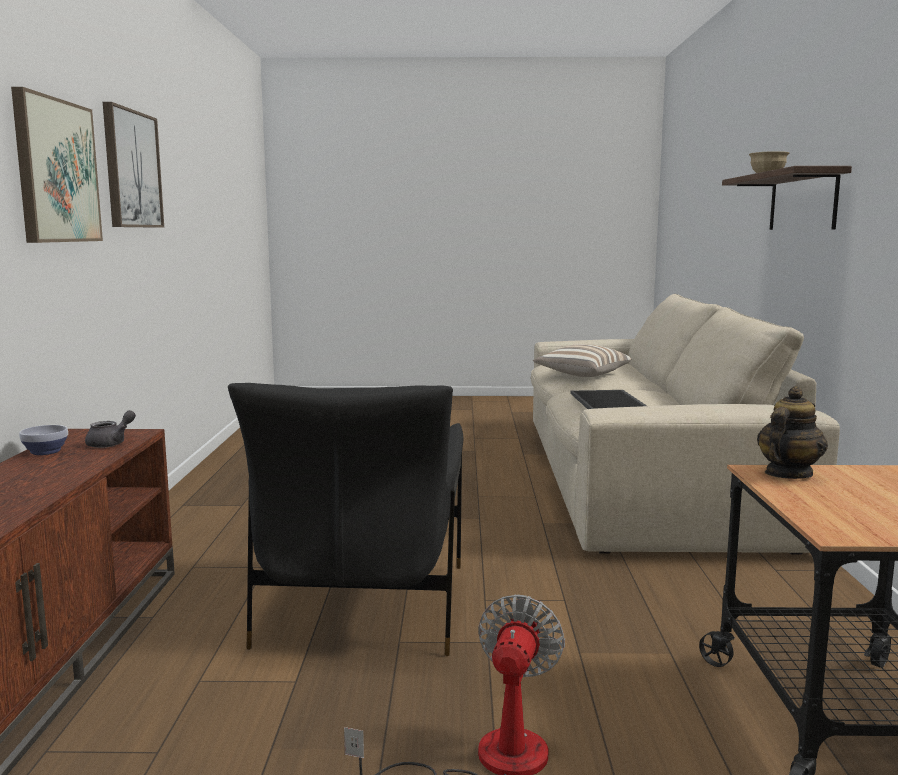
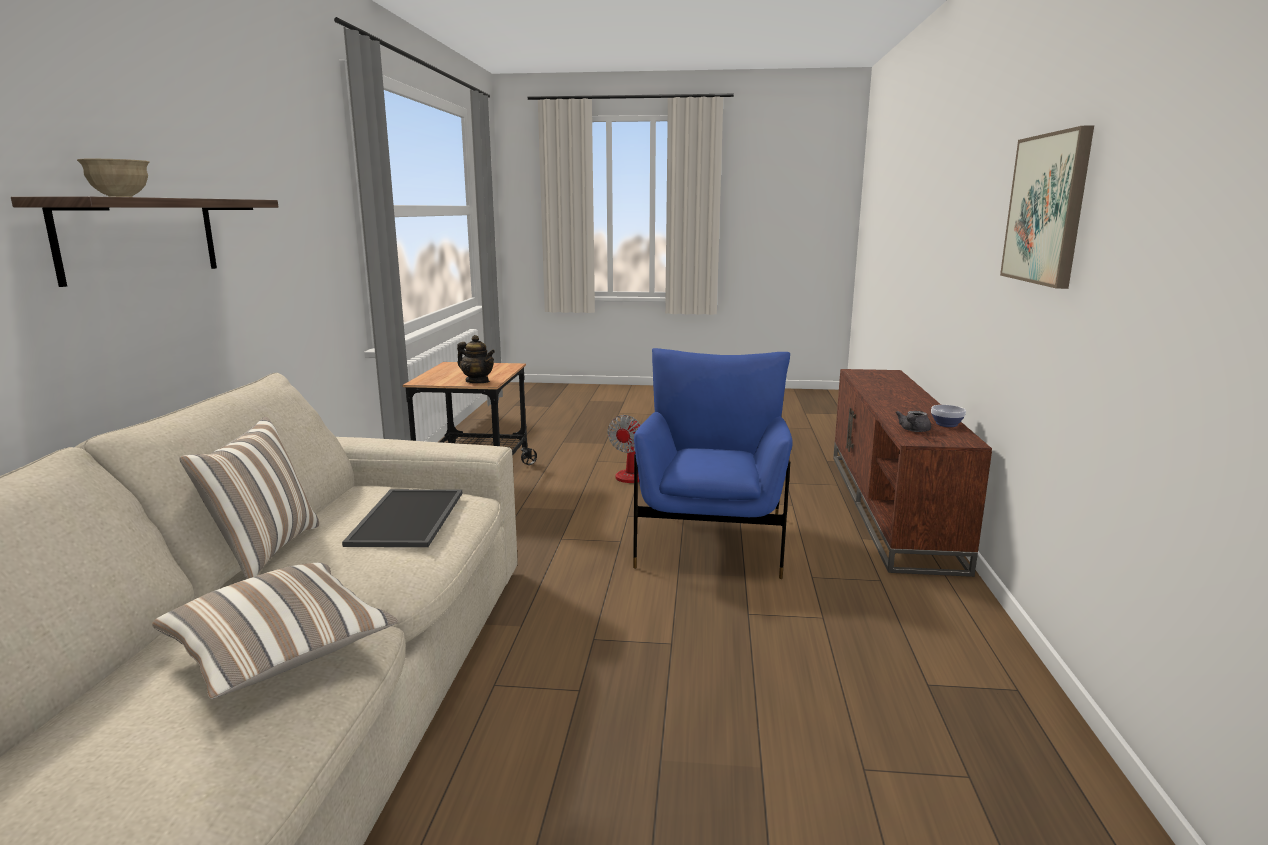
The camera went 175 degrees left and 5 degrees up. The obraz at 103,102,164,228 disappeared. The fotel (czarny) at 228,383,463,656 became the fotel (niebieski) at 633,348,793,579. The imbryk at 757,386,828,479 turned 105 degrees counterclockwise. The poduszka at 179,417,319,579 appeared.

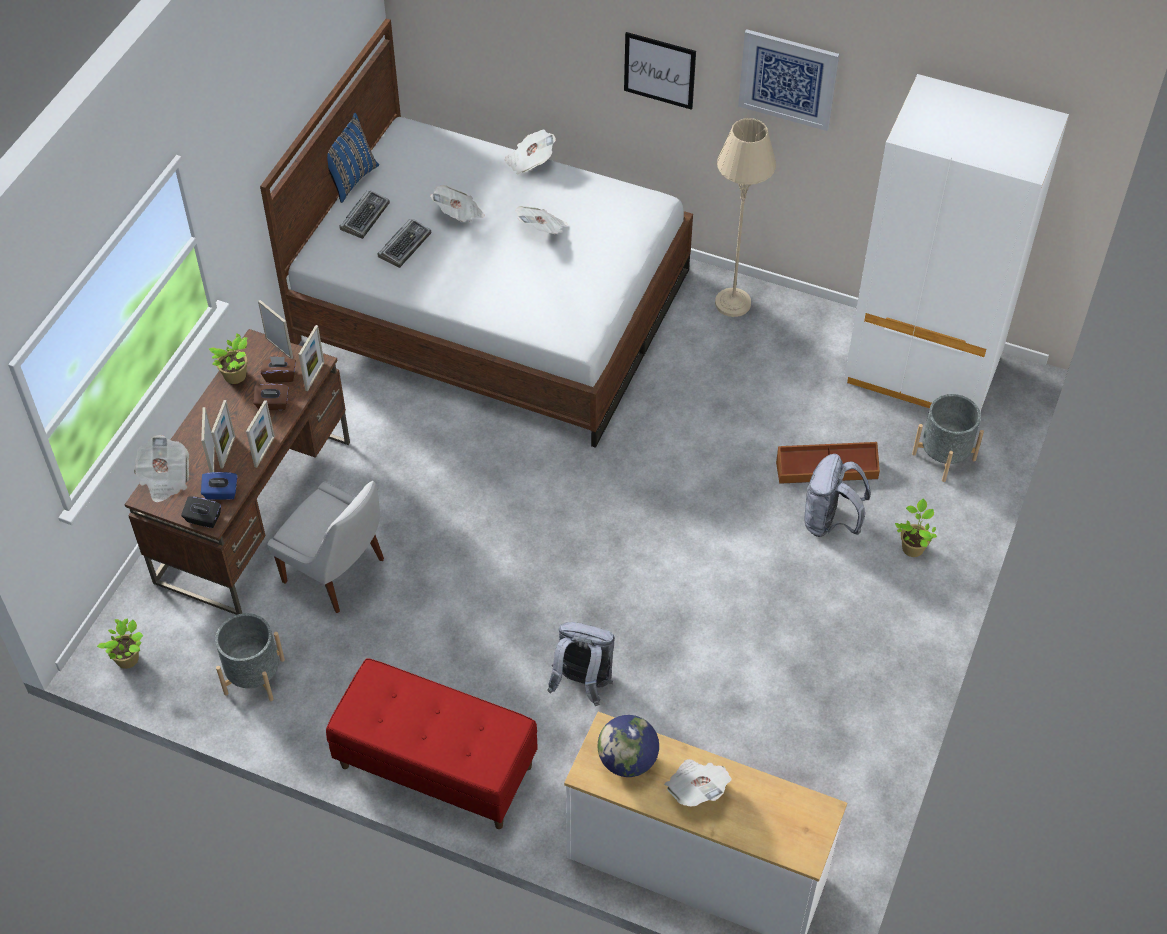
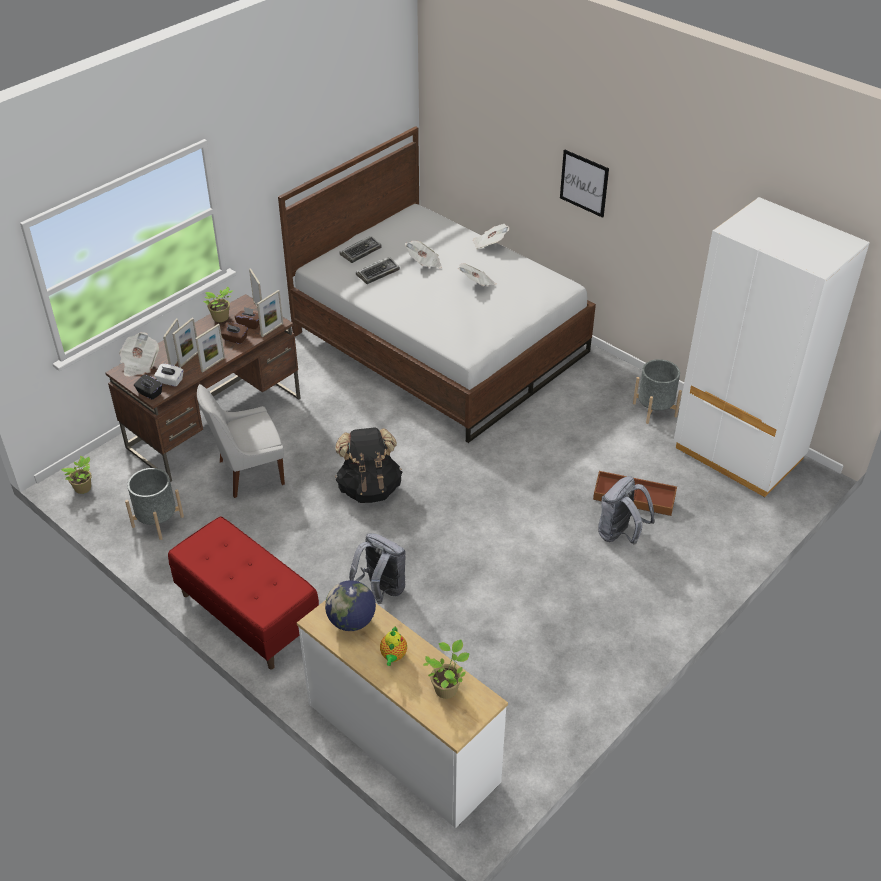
The camera went 20 degrees right and 10 degrees down. The obraz at 738,29,839,131 disappeared. The poduszka (niebieski) at 327,113,379,203 disappeared. The lampa stojąca (beżowy) at 715,118,776,317 disappeared. The donica (szary) moved from 912,394,984,482 to 633,359,682,424. The pudełko chusteczek (niebieski) at 201,472,237,500 became the pudełko chusteczek (biały) at 154,364,183,387. The krzesło (biały) at 267,481,384,613 turned 105 degrees clockwise. The roślina doniczkowa moved from 895,498,937,557 to 423,639,470,699. The gazeta at 664,759,732,806 was replaced by the imbryk at 380,626,407,666. The plecak (czarny) at 335,427,402,503 appeared.

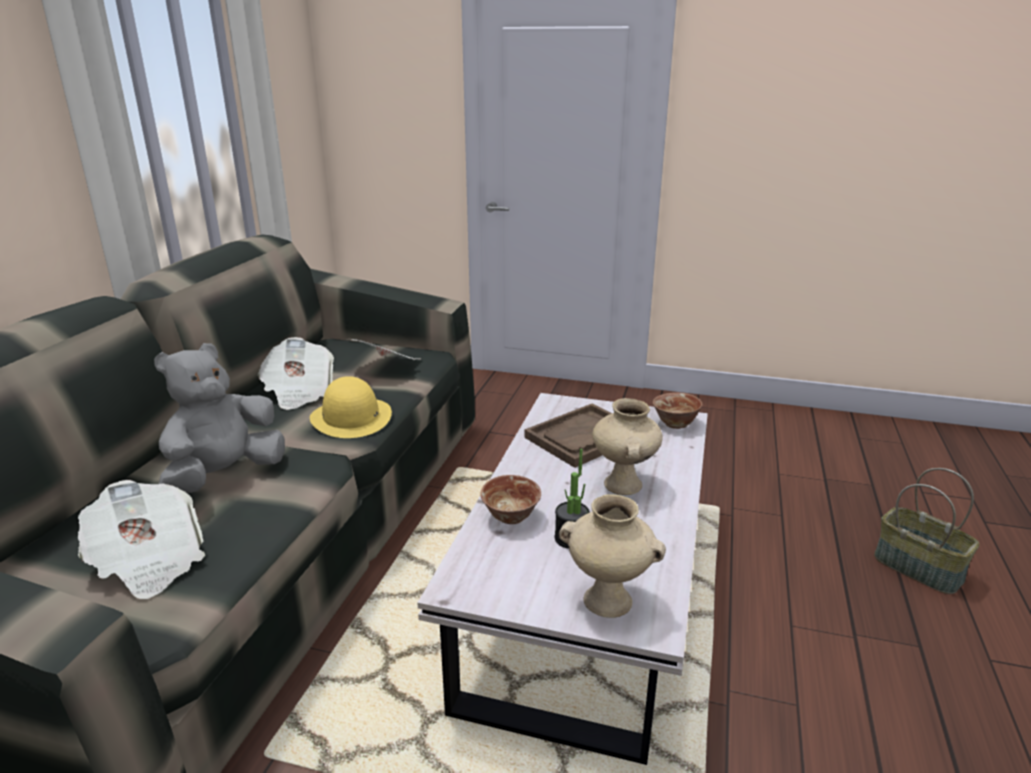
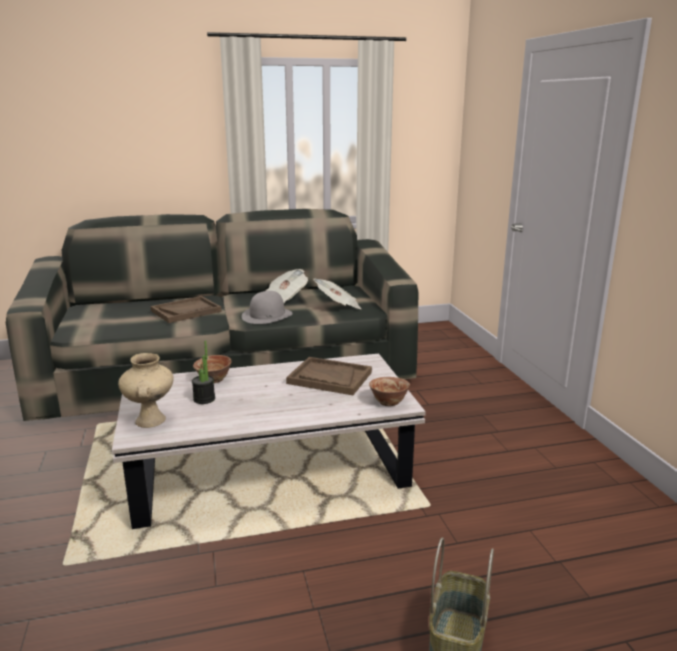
The camera went 60 degrees right and 5 degrees down. The pluszak (szary) at 154,343,285,493 was replaced by the taca (brązowy) at 150,296,222,323. The kapelusz (żółty) at 310,376,392,438 became the kapelusz (szary) at 242,291,293,324. The wazon (beżowy) at 593,398,663,495 disappeared. The gazeta at 78,480,205,599 disappeared.

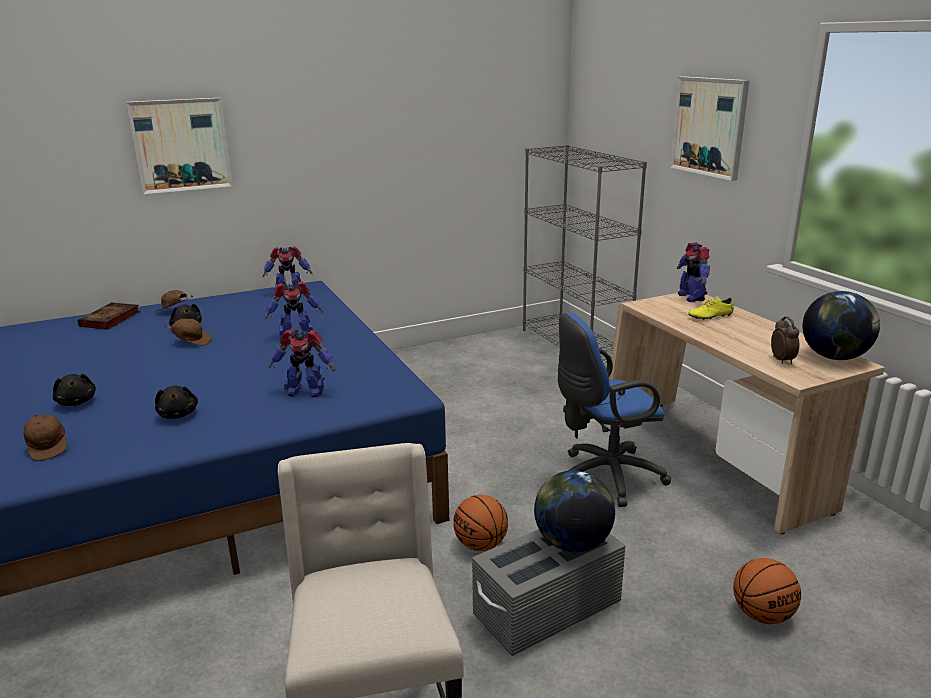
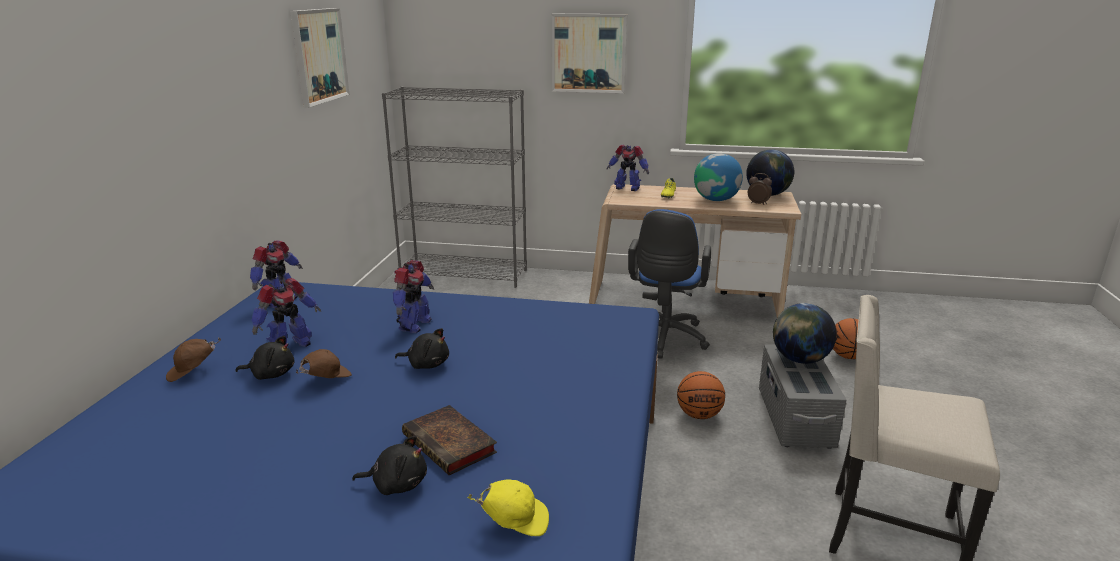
The camera went 55 degrees left and 0 degrees up. The obraz moved from 126,98,233,194 to 290,8,350,107. The książka moved from 78,302,140,330 to 402,405,497,475. The robot zabawkowy moved from 269,329,335,397 to 251,278,321,347. The pluszak (czarny) moved from 155,386,198,419 to 395,328,449,369. The czapka z daszkiem (brązowy) at 24,413,67,461 became the czapka z daszkiem (żółty) at 467,479,549,536. The globus at 694,153,743,201 appeared.

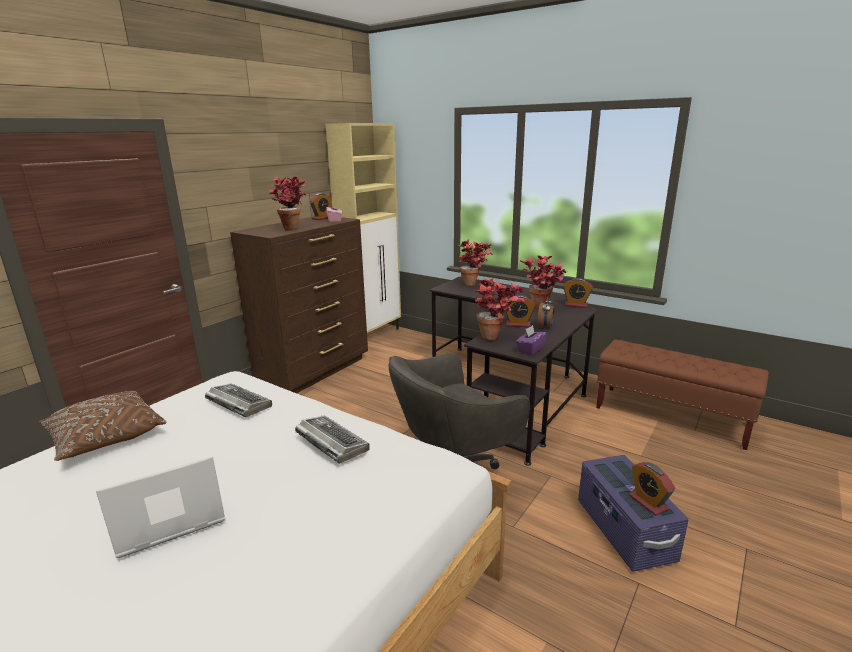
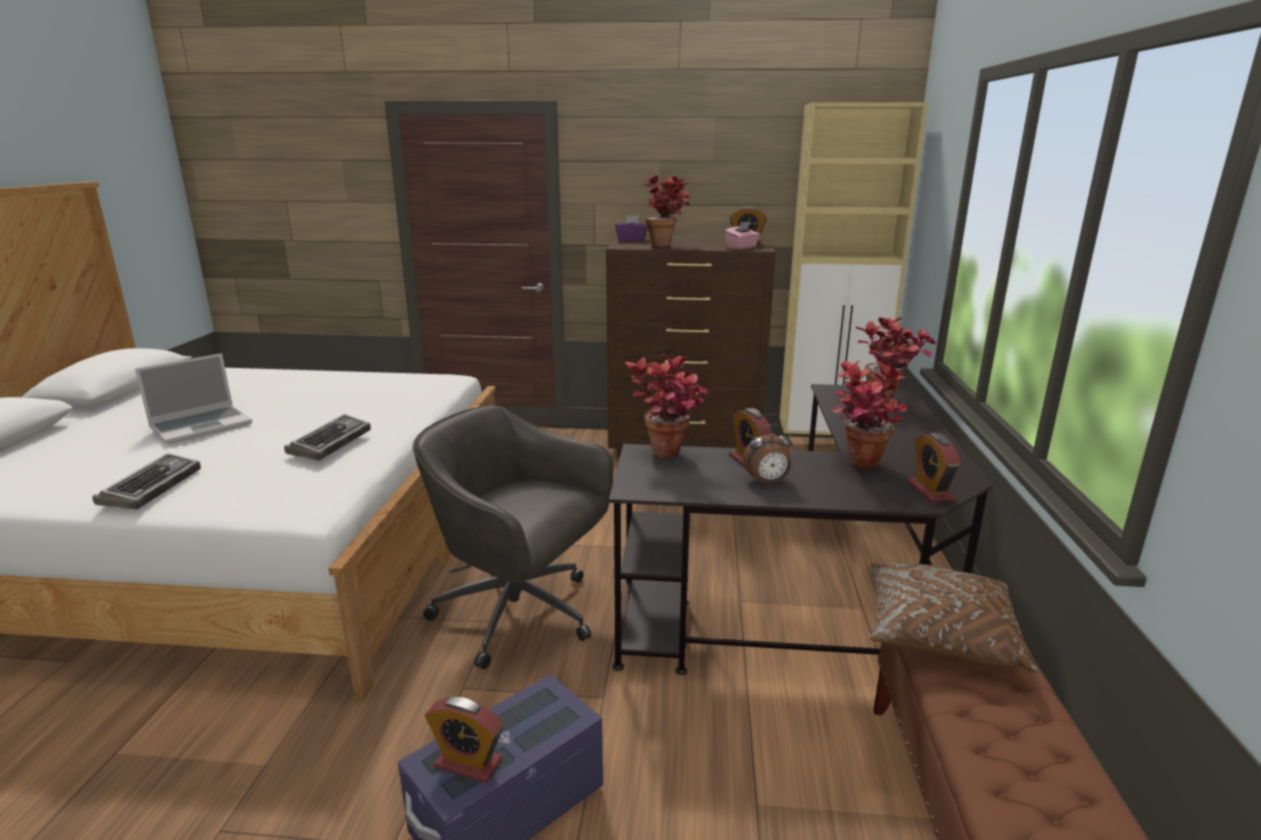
The camera went 60 degrees right and 0 degrees up. The pudełko chusteczek (fioletowy) moved from 516,325,547,355 to 615,215,648,241. The klawiatura moved from 205,384,272,417 to 92,453,201,510. The poduszka (brązowy) moved from 38,391,167,461 to 870,563,1037,673. The laptop at 96,456,225,558 turned 105 degrees clockwise. The budzik at 629,462,675,516 turned 105 degrees counterclockwise.

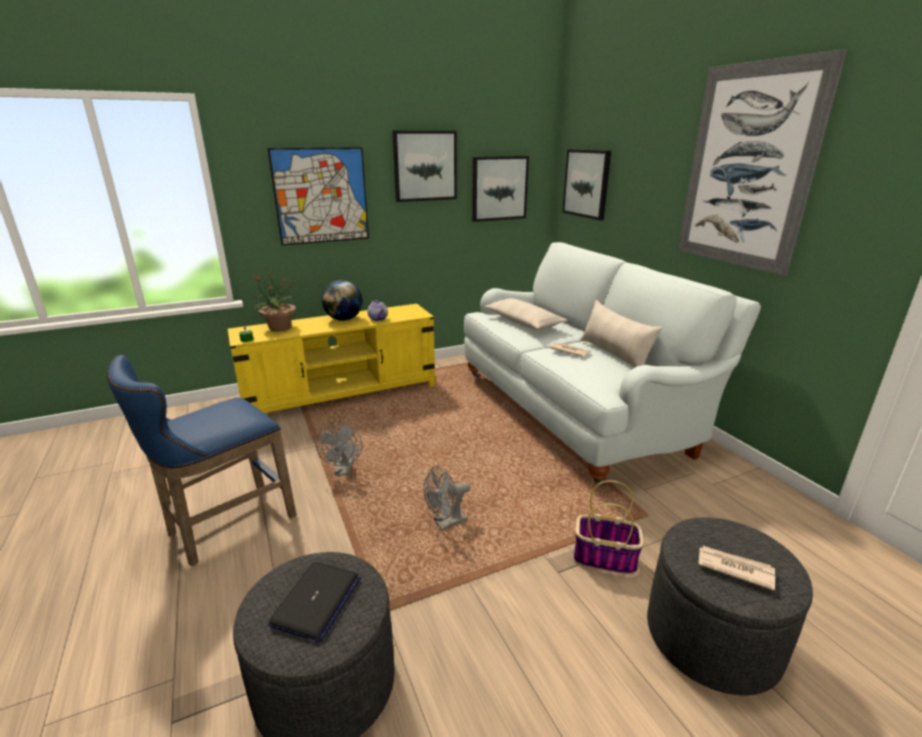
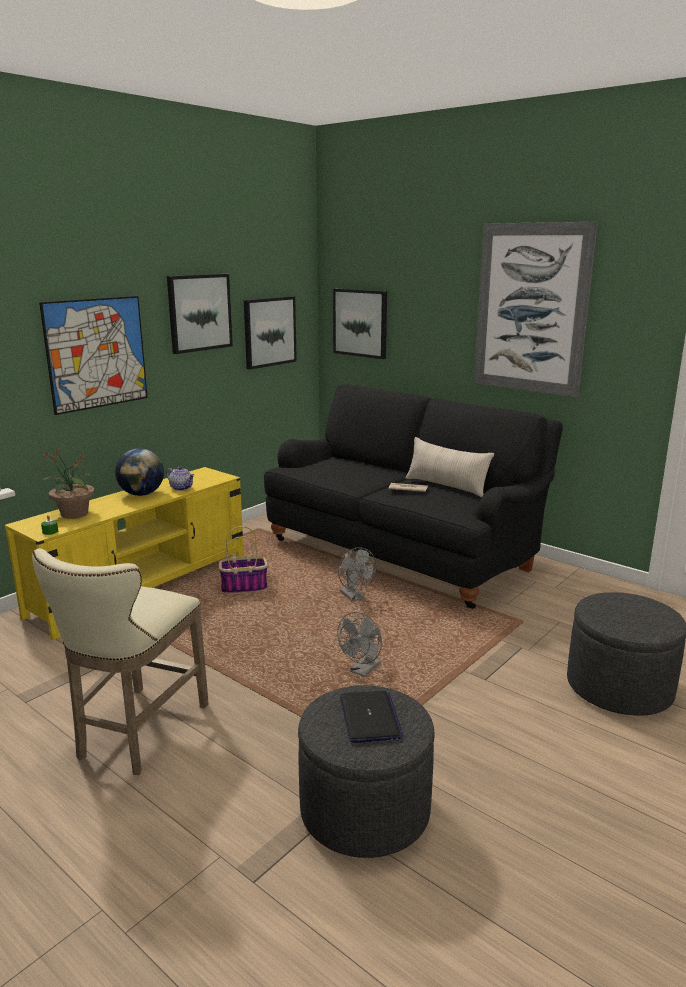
The camera went 25 degrees left and 5 degrees down. The kanapa (biały) at 464,242,761,486 became the kanapa (czarny) at 264,384,563,609. The poduszka (beżowy) at 484,298,568,330 disappeared. The stołek (niebieski) at 107,355,297,566 became the stołek (beżowy) at 32,548,209,775. The wentylator (szary) moved from 316,423,363,476 to 338,547,376,601. The koszyk moved from 574,480,644,575 to 219,526,268,594. The gazeta at 699,546,775,591 disappeared.

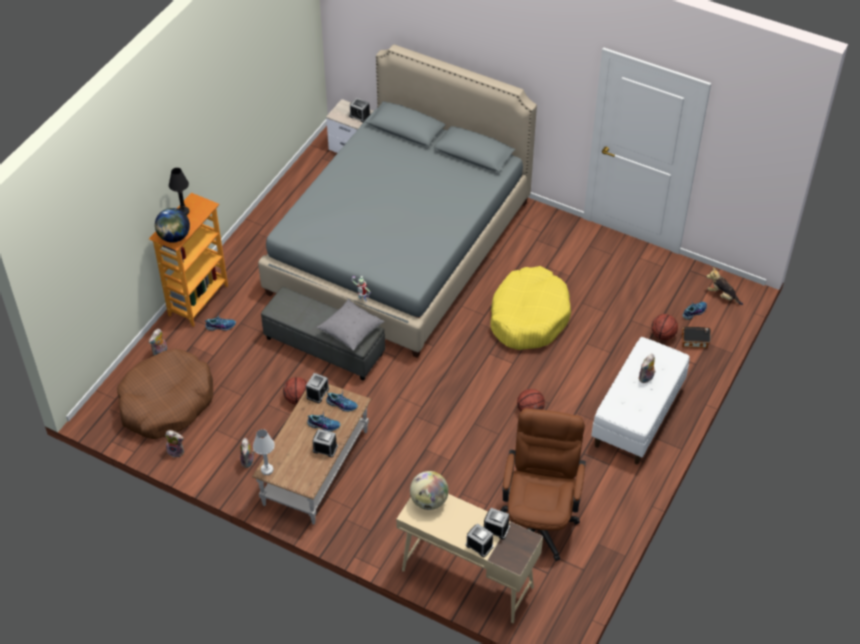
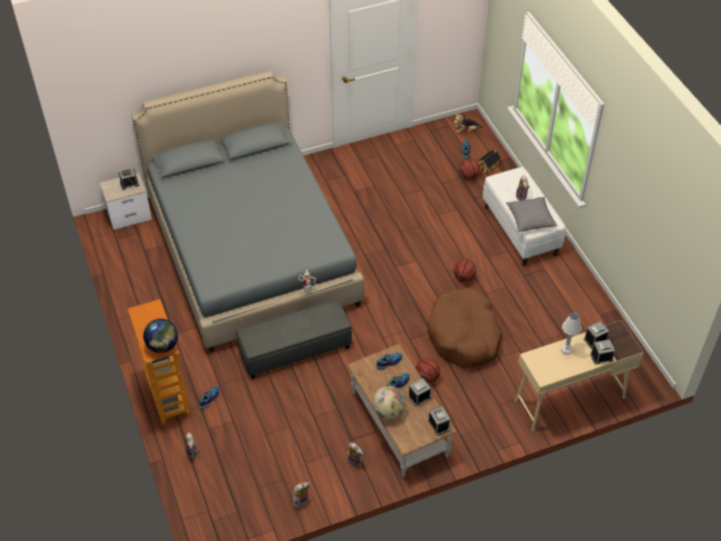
The camera went 50 degrees left and 0 degrees up. The lampa stołowa (czarny) at 169,168,189,215 disappeared. The legowisko (żółty) at 490,266,571,350 disappeared. The poduszka (szary) moved from 317,299,385,351 to 506,197,558,232. The legowisko (brązowy) moved from 117,349,213,439 to 428,287,502,368. The budzik moved from 306,373,329,404 to 428,406,450,435. The piłka do koszykówki moved from 283,377,308,404 to 415,359,440,383. The krzesło biurowe (brązowy) at 500,408,586,561 disappeared. The lampa stołowa (biały) moved from 253,429,275,475 to 561,313,582,355. The globus moved from 410,471,449,510 to 372,386,406,419.

